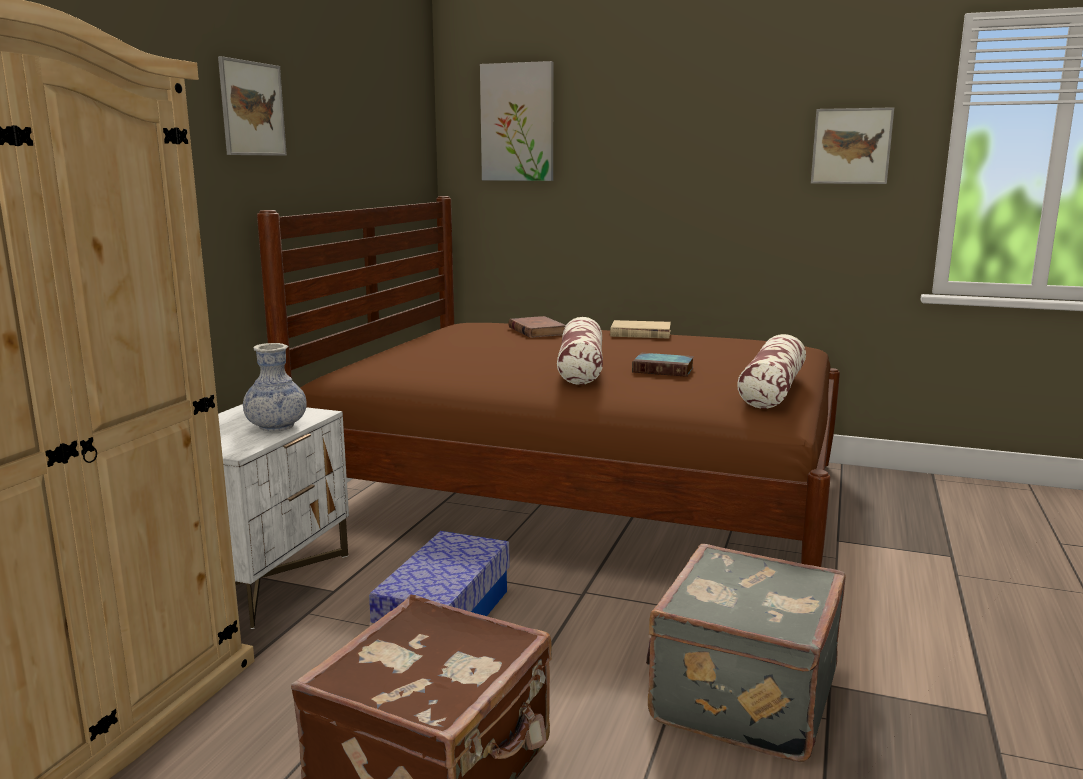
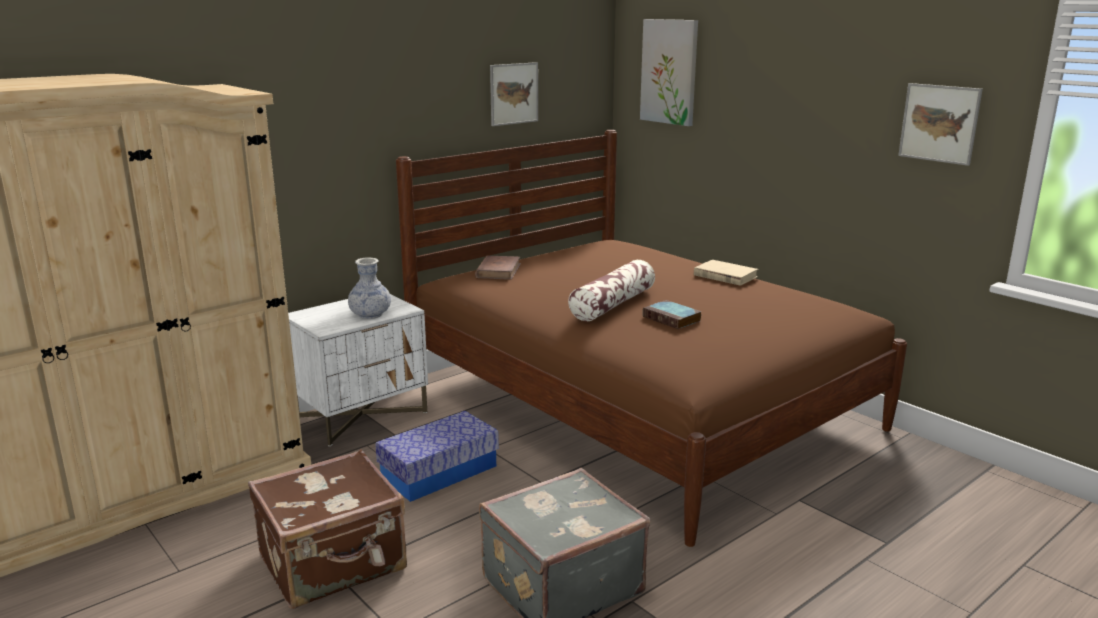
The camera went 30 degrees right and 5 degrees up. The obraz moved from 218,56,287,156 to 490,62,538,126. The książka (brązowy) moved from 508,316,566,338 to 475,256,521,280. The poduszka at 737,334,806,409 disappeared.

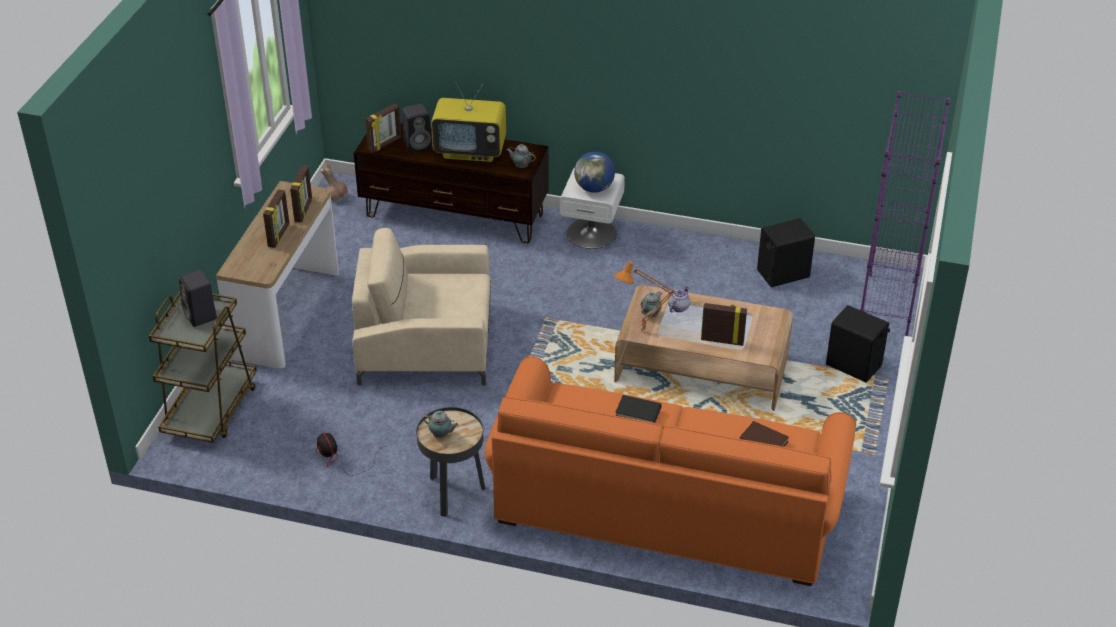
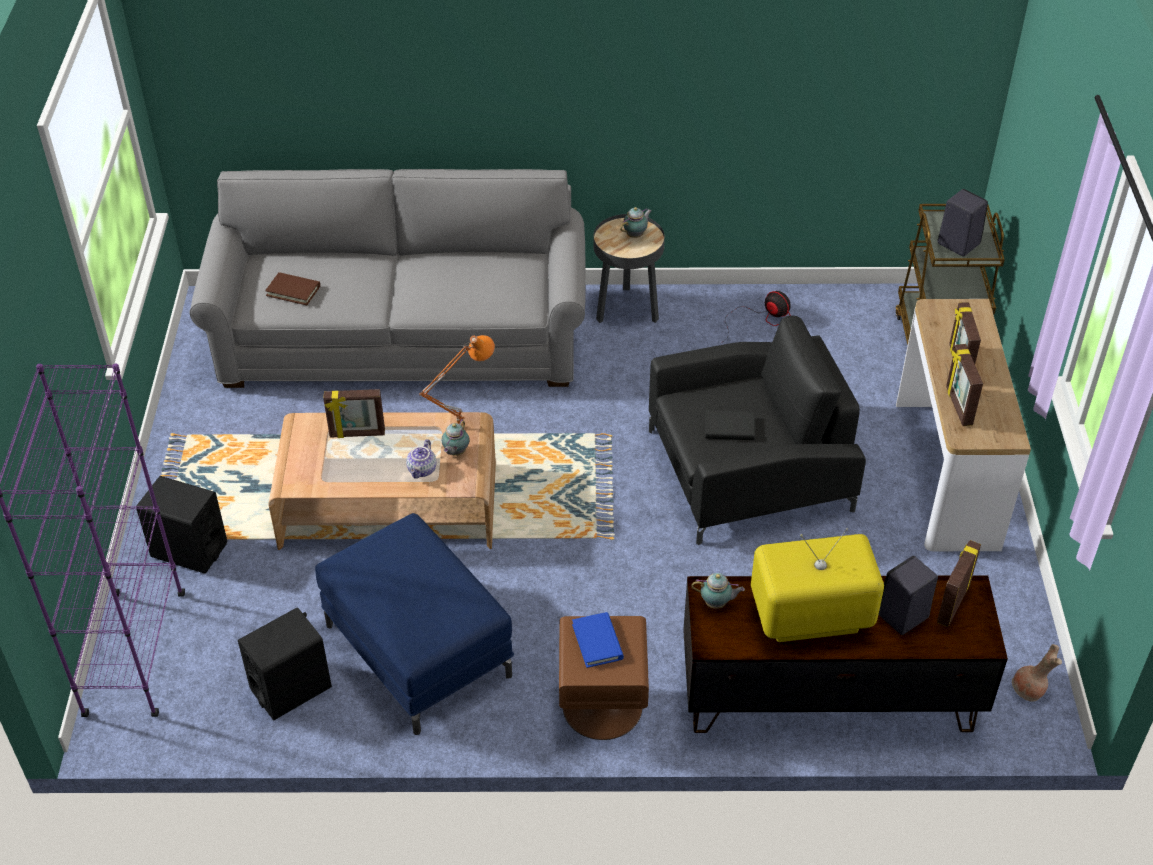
The camera went 165 degrees right and 5 degrees up. The globus at 574,152,615,193 was replaced by the książka (niebieski) at 572,612,624,668. The szafka nocna (biały) at 560,168,625,249 became the szafka nocna (brązowy) at 559,616,649,740. The fotel (beżowy) at 352,228,491,386 became the fotel (czarny) at 649,316,866,545. The kanapa (pomarańczowy) at 485,356,856,586 became the kanapa (szary) at 190,169,586,388. The książka (czarny) moved from 615,395,662,423 to 705,410,755,440. The imbryk at 422,411,459,438 turned 135 degrees clockwise. The pufa (niebieski) at 315,513,514,735 appeared.

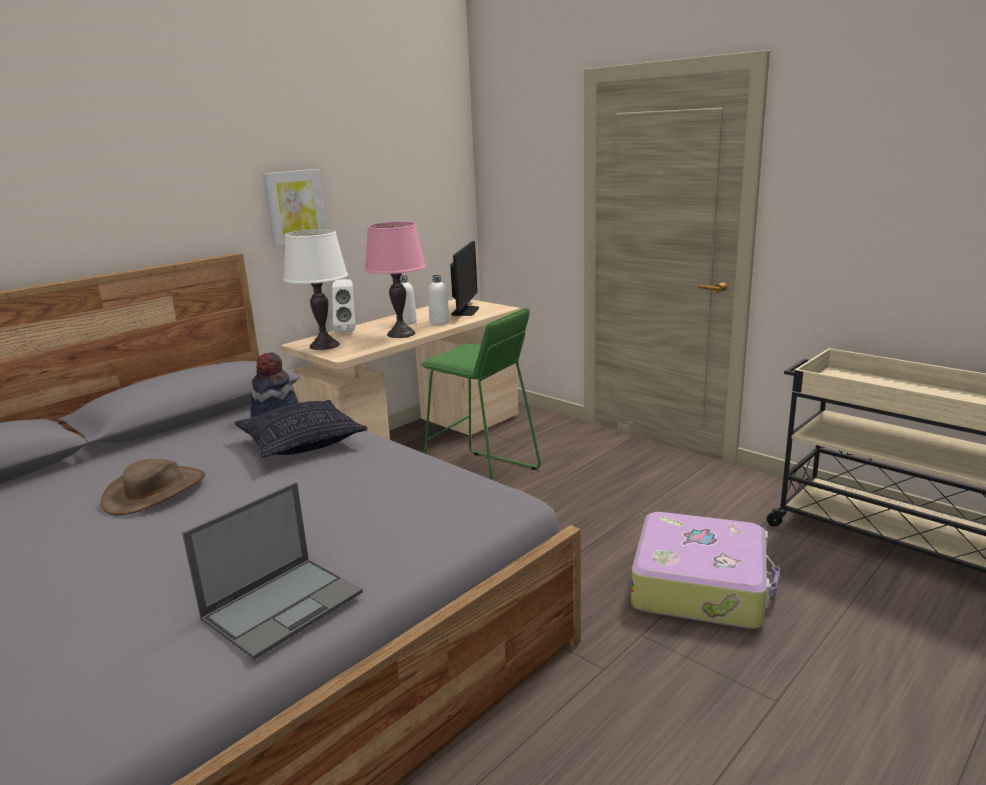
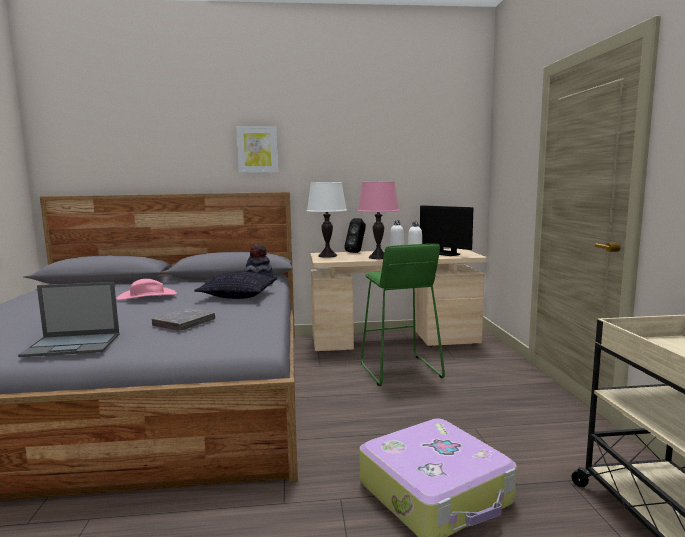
The camera went 40 degrees right and 10 degrees down. The obraz moved from 263,169,327,248 to 236,126,278,173. The monitor at 450,241,479,316 turned 90 degrees clockwise. The głośnik (biały) at 332,279,356,333 became the głośnik (czarny) at 345,218,366,253. The kapelusz (brązowy) at 101,459,205,516 became the kapelusz (różowy) at 116,279,177,300. The książka (szary) at 152,308,215,331 appeared.

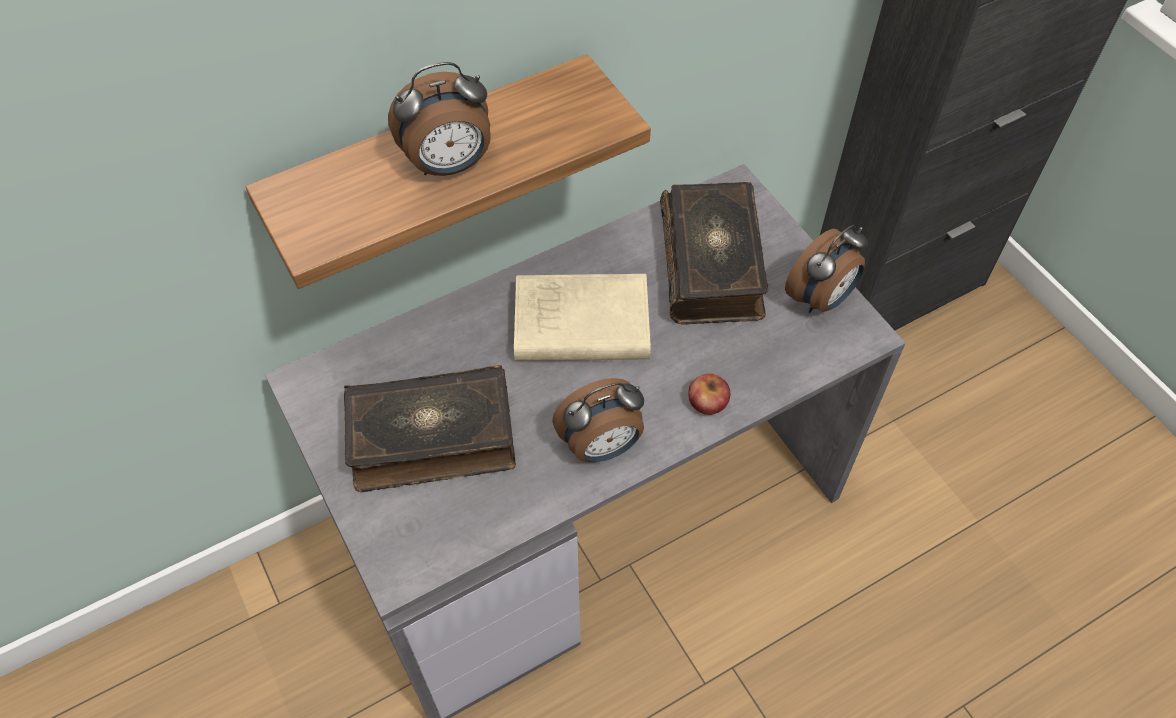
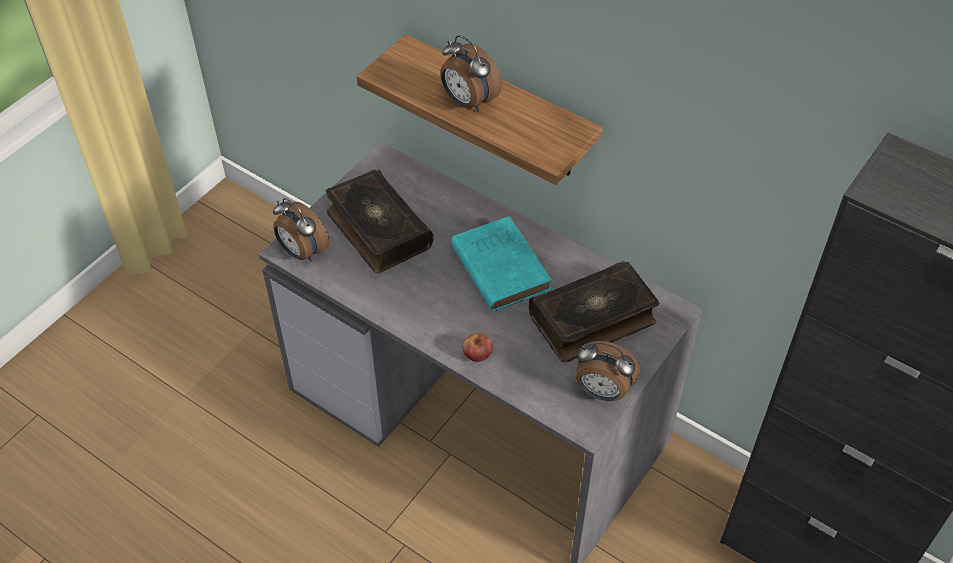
The camera went 65 degrees right and 5 degrees down. The książka (beżowy) at 514,274,651,361 became the książka (turkusowy) at 451,216,552,312. The budzik moved from 552,378,644,462 to 273,198,329,261.

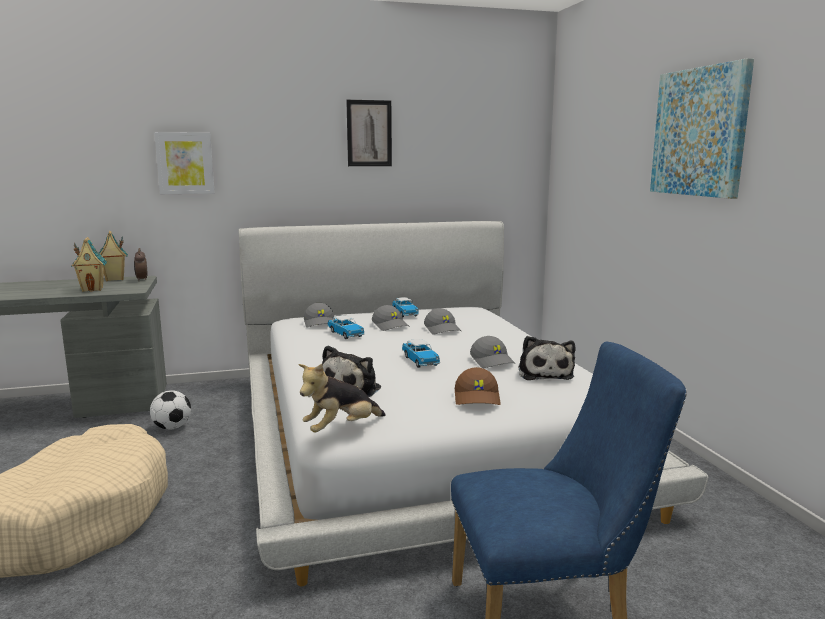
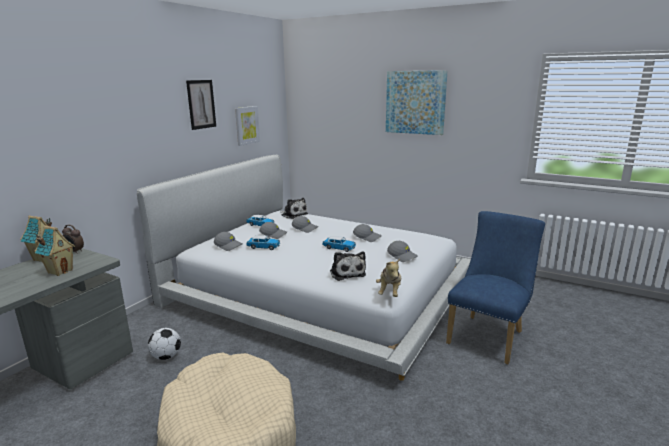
The camera went 45 degrees left and 5 degrees up. The obraz moved from 154,132,215,194 to 235,106,260,146. The pluszak moved from 518,336,576,380 to 281,198,308,219. The czapka z daszkiem (brązowy) at 455,367,501,405 became the czapka z daszkiem (szary) at 387,241,418,262.

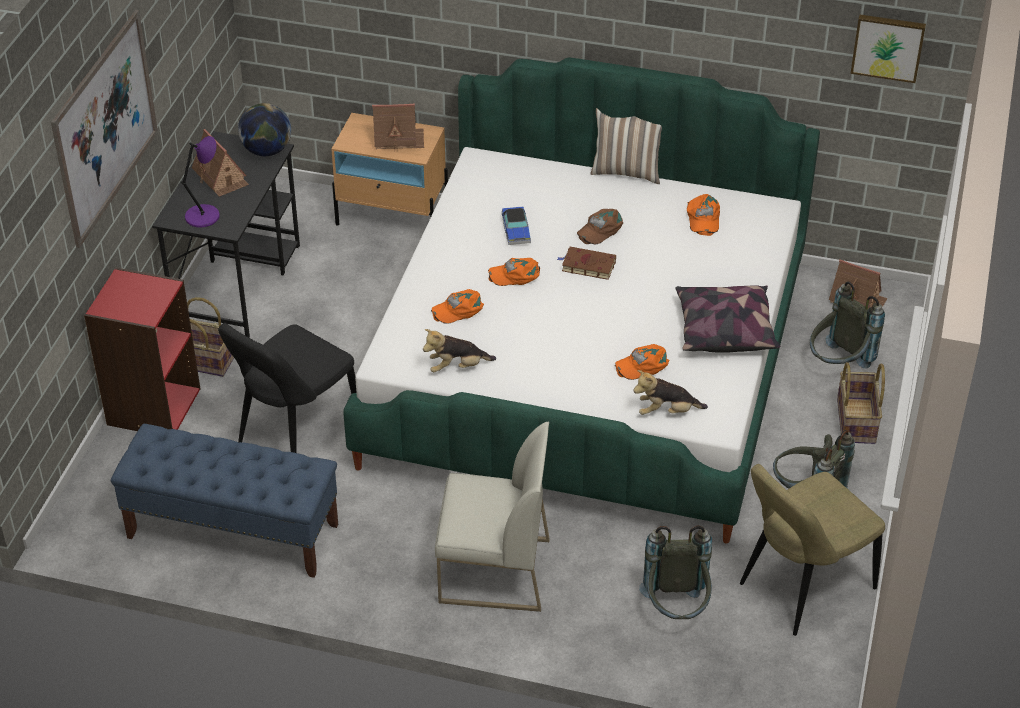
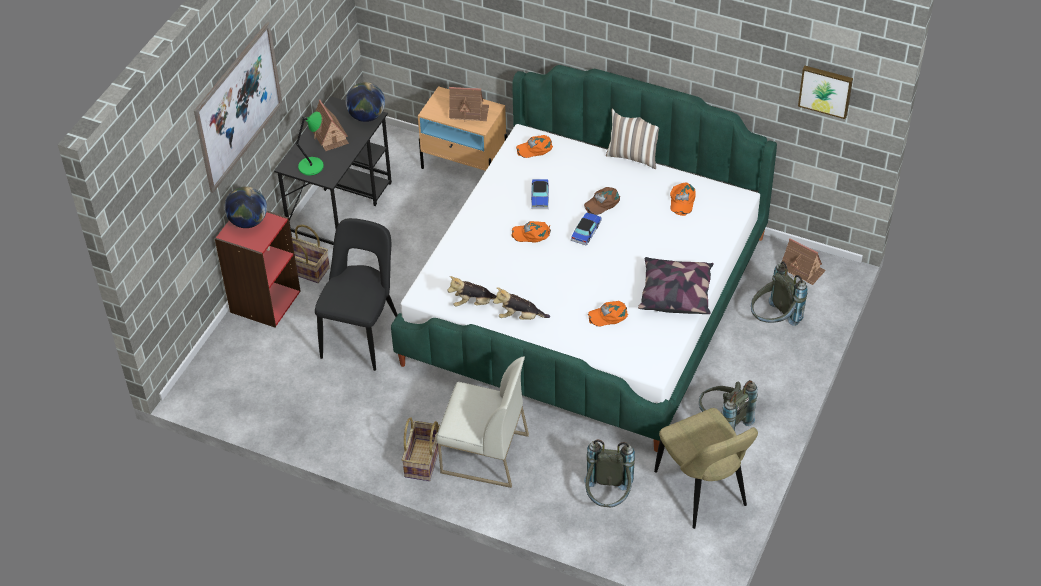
The camera went 10 degrees right and 5 degrees up. The lampa stołowa (fioletowy) at 181,136,220,228 became the lampa stołowa (zielony) at 295,111,324,175. The książka (brązowy) at 557,247,616,280 was replaced by the samochodzik at 571,212,602,246. The czapka z daszkiem (pomarańczowy) moved from 431,289,484,324 to 516,135,553,158. The krzesło (czarny) at 218,323,356,453 turned 150 degrees clockwise. The koszyk moved from 837,362,885,444 to 402,417,440,481. The pluszak moved from 633,370,708,415 to 493,287,550,320. The ławka (niebieski) at 111,424,338,578 disappeared. The krzesło (beżowy) at 740,464,885,636 turned 90 degrees counterclockwise. The globus at 225,186,267,228 appeared.

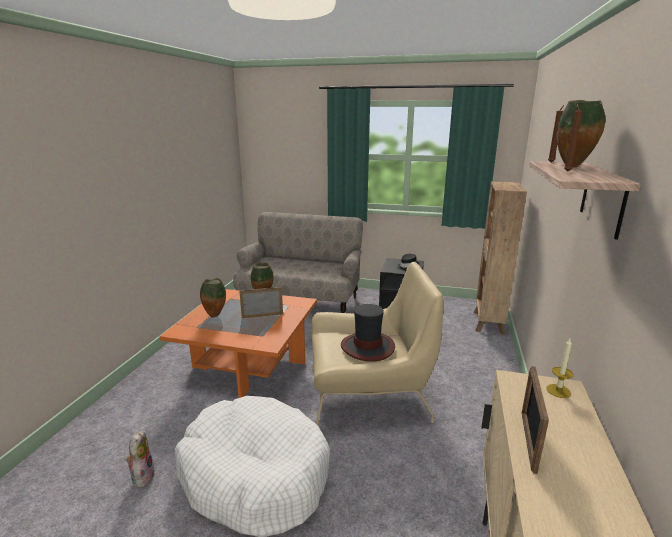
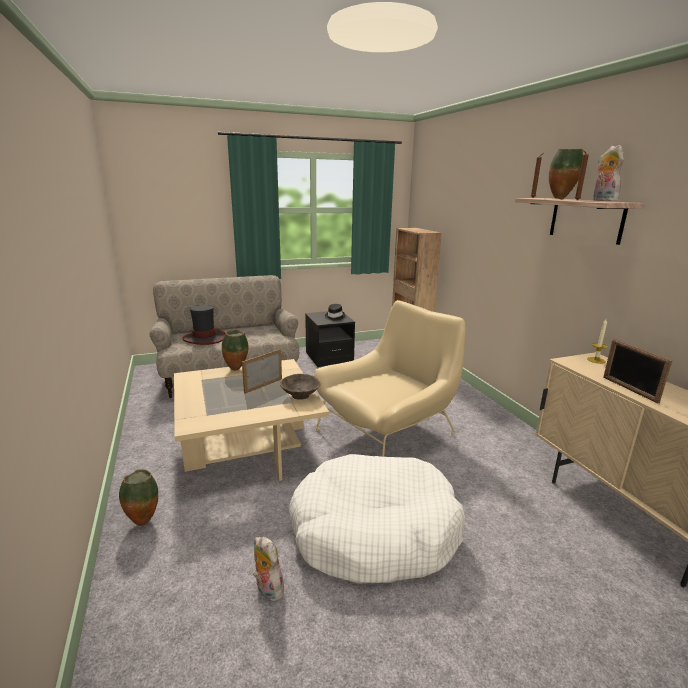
The camera went 35 degrees left and 0 degrees up. The wazon moved from 200,278,226,317 to 119,469,158,526. The ława (pomarańczowy) at 159,289,317,398 became the ława (beżowy) at 174,359,329,481. The kapelusz moved from 341,304,395,362 to 183,305,225,345. The pluszak at 593,145,624,201 appeared. The miska (brązowy) at 280,374,320,400 appeared.

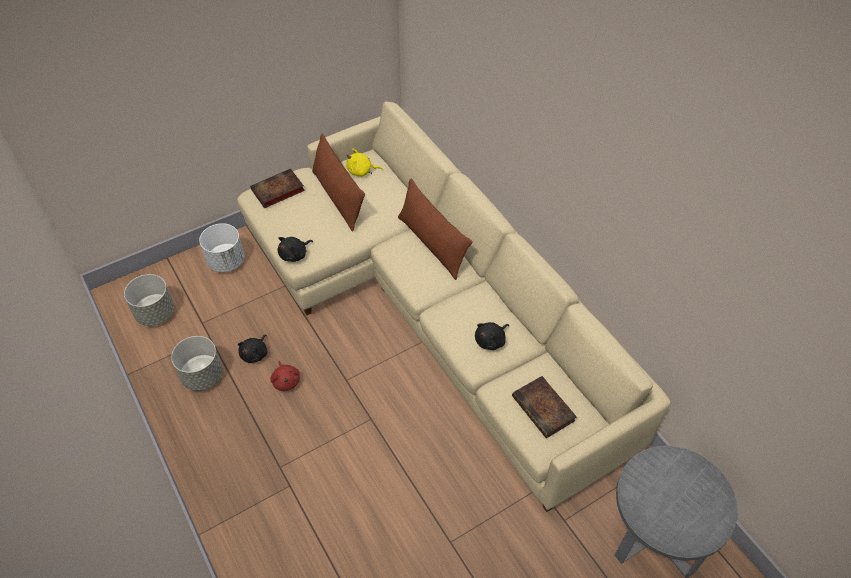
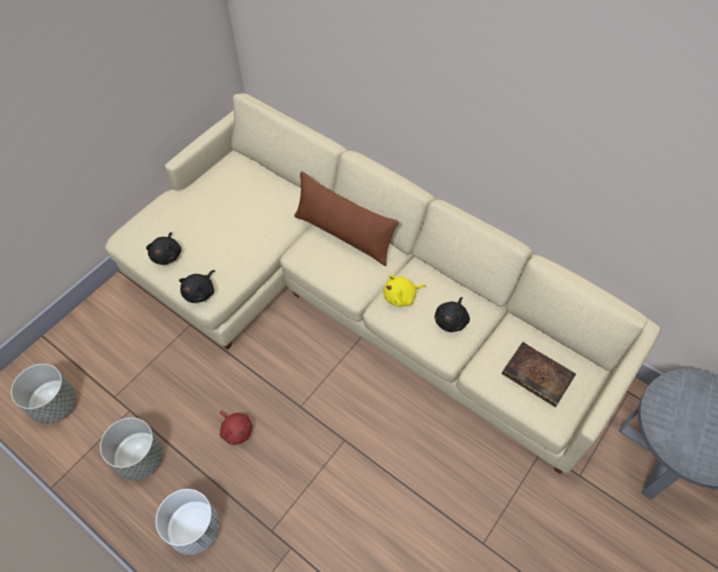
The camera went 20 degrees left and 5 degrees up. The poduszka (brązowy) at 312,133,365,232 disappeared. The pluszak (żółty) moved from 346,148,383,176 to 383,275,426,307. The książka at 250,169,305,208 disappeared. The donica (biały) moved from 199,223,244,273 to 156,489,219,555. The pluszak (czarny) moved from 238,335,267,363 to 146,232,182,265.

